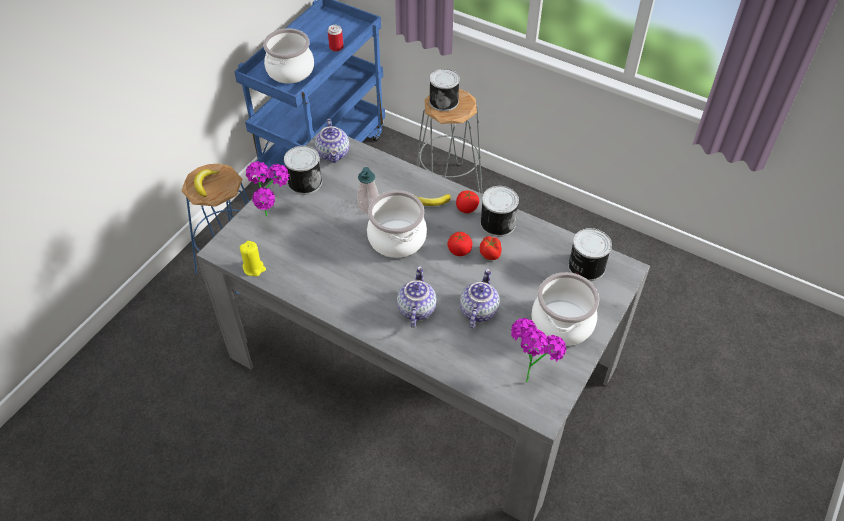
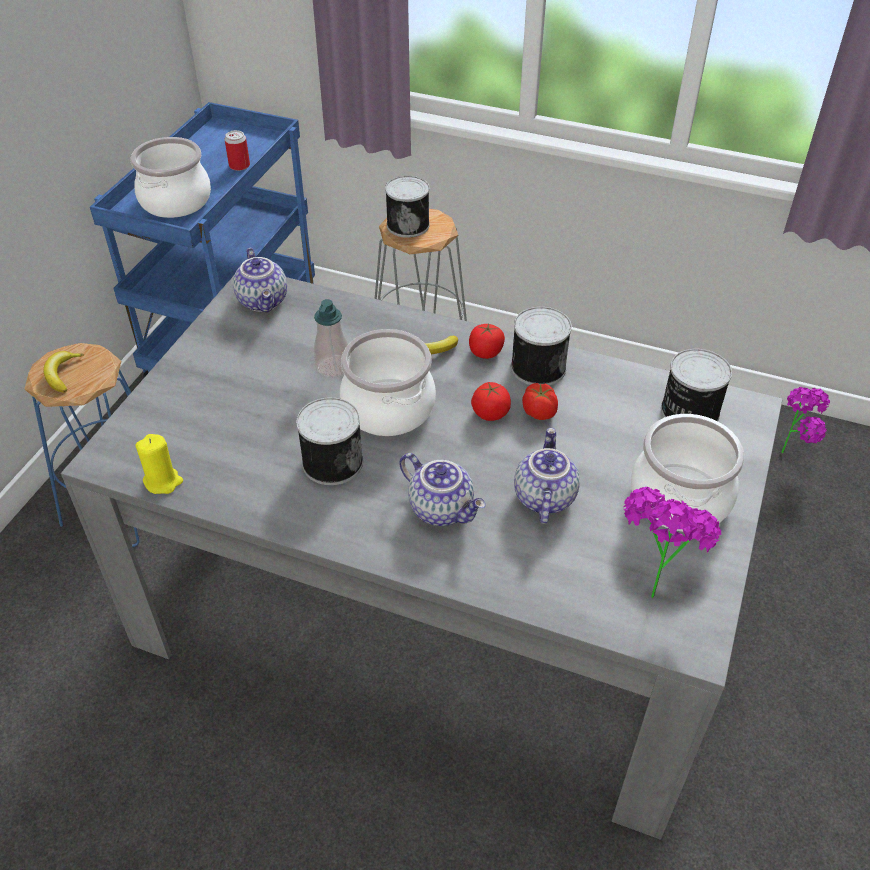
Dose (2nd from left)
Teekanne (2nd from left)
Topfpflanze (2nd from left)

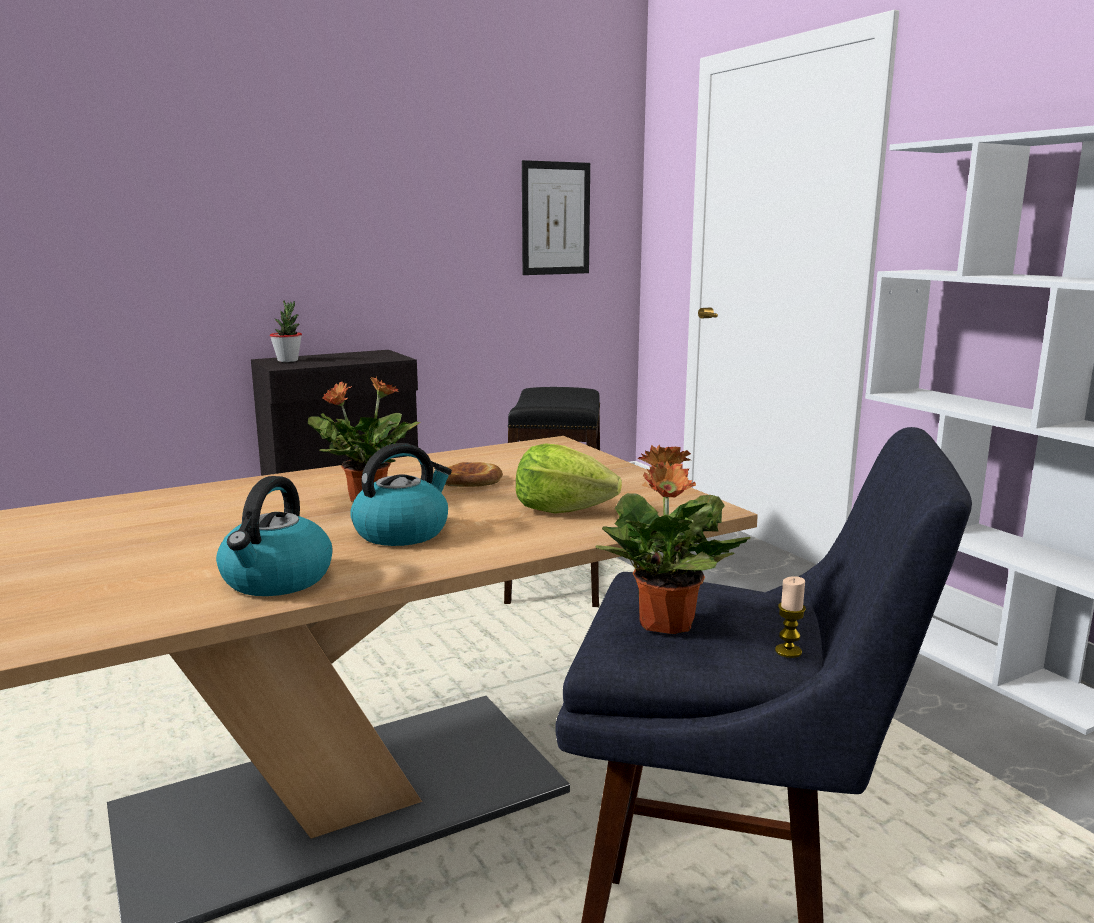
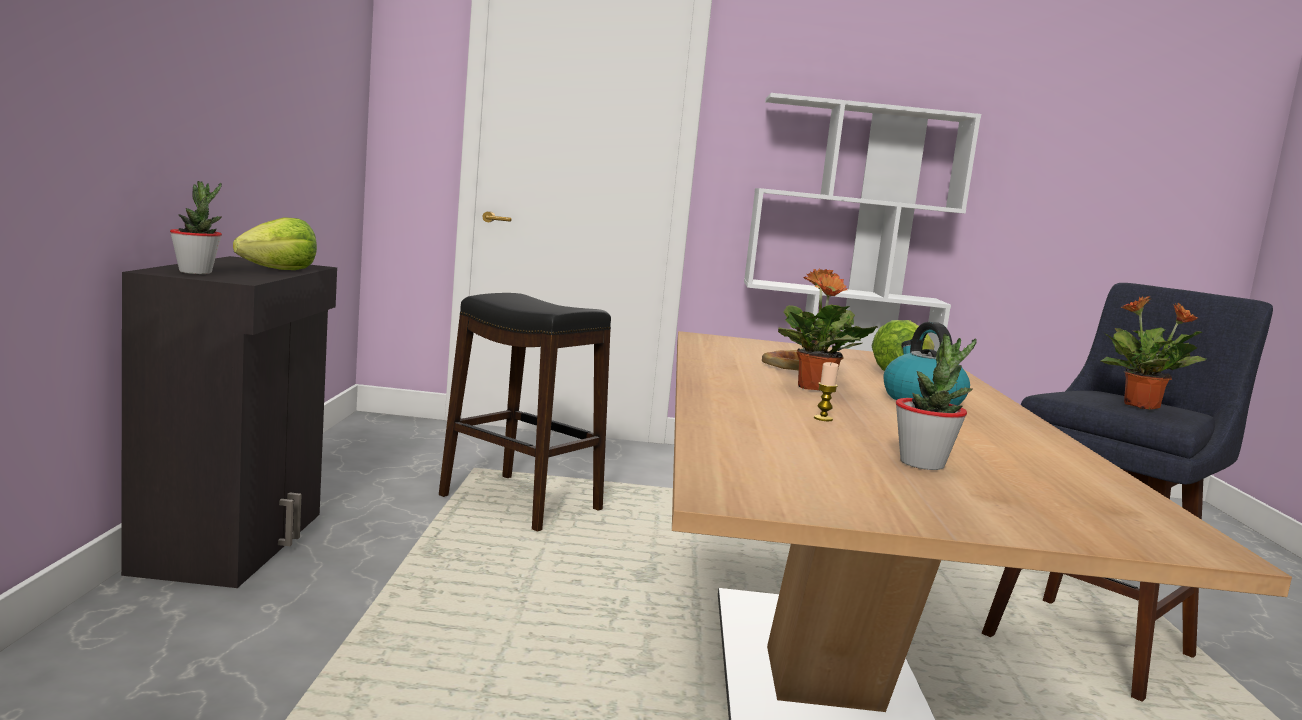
Salatkopf (1st from left)
Kerze
Topfpflanze (3rd from left)
Wasserkessel (1st from left in the first image)
Bild

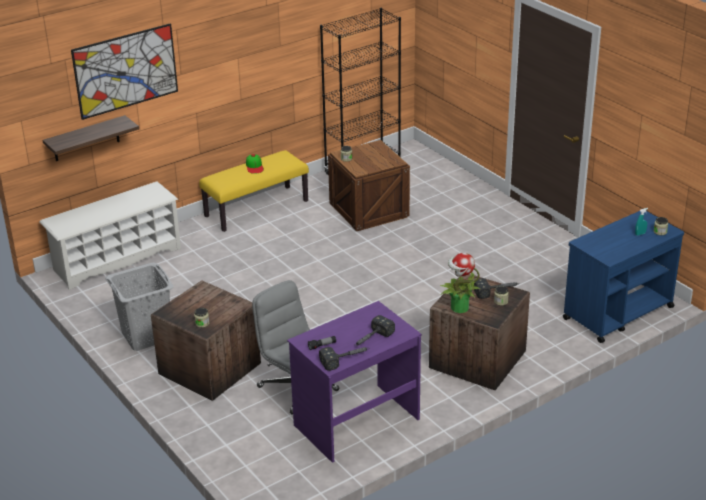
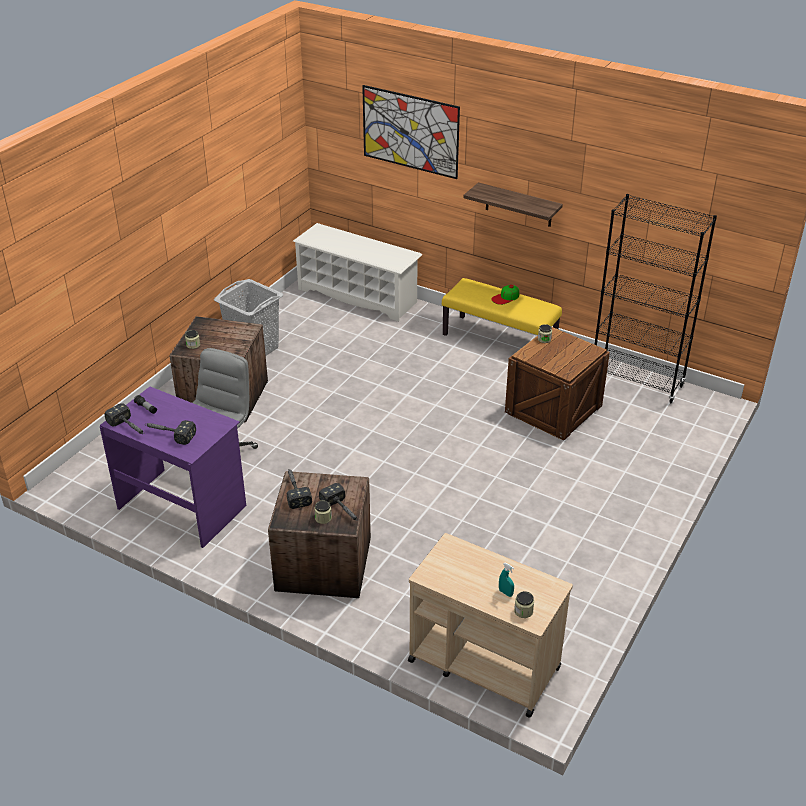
Hammer (3rd from left)
Rollwagen (beige)
Wandregal

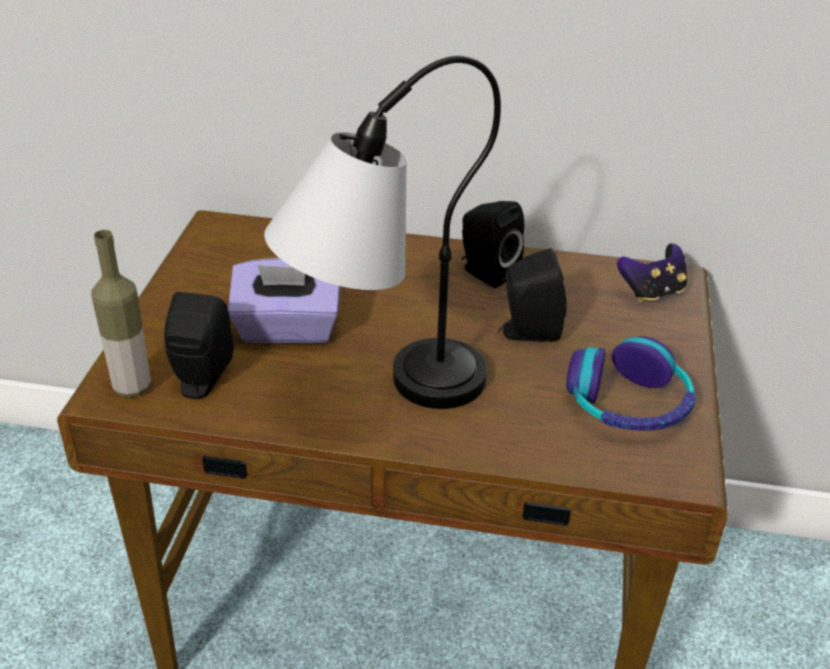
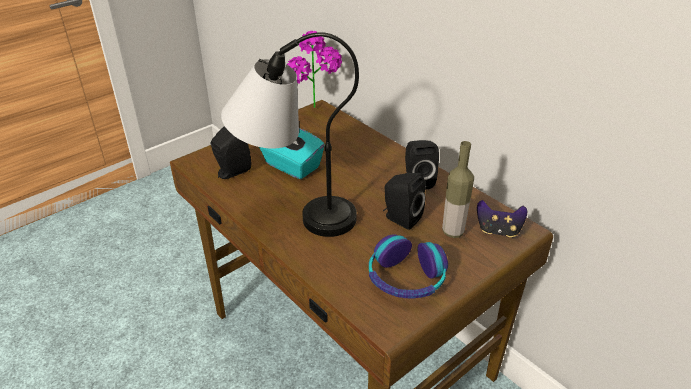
Taschentuchbox (türkis)
Topfpflanze
Flasche

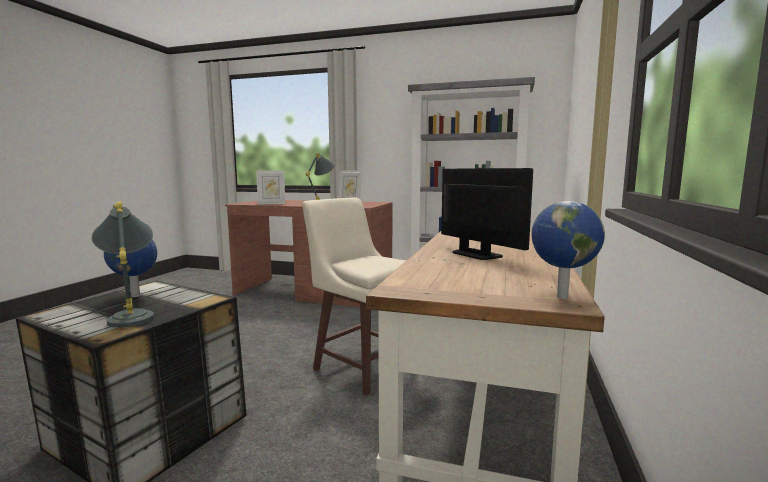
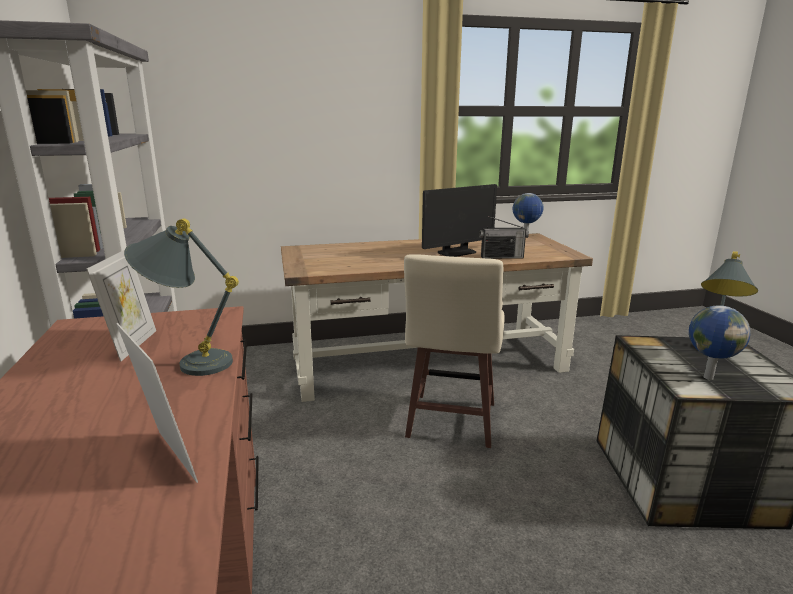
Monitor
Radio

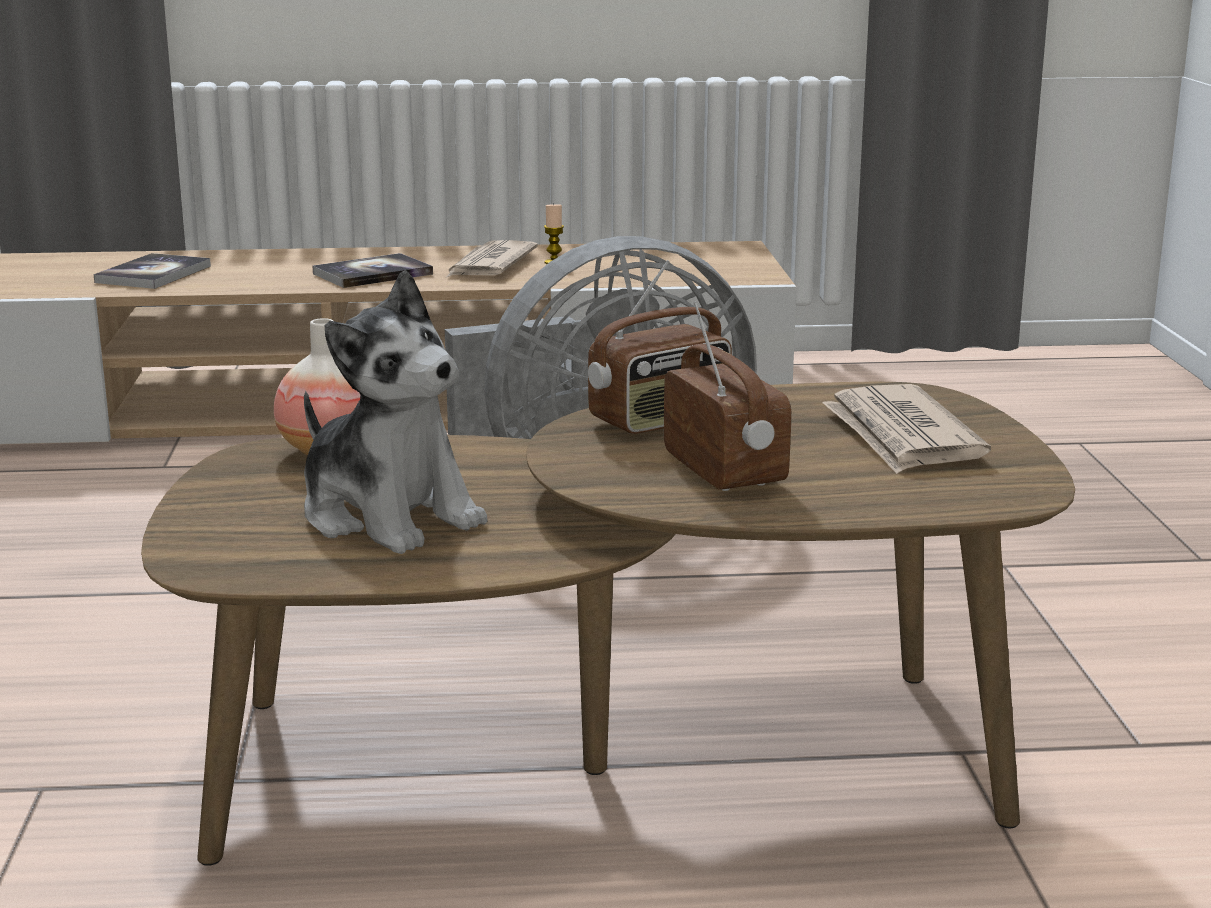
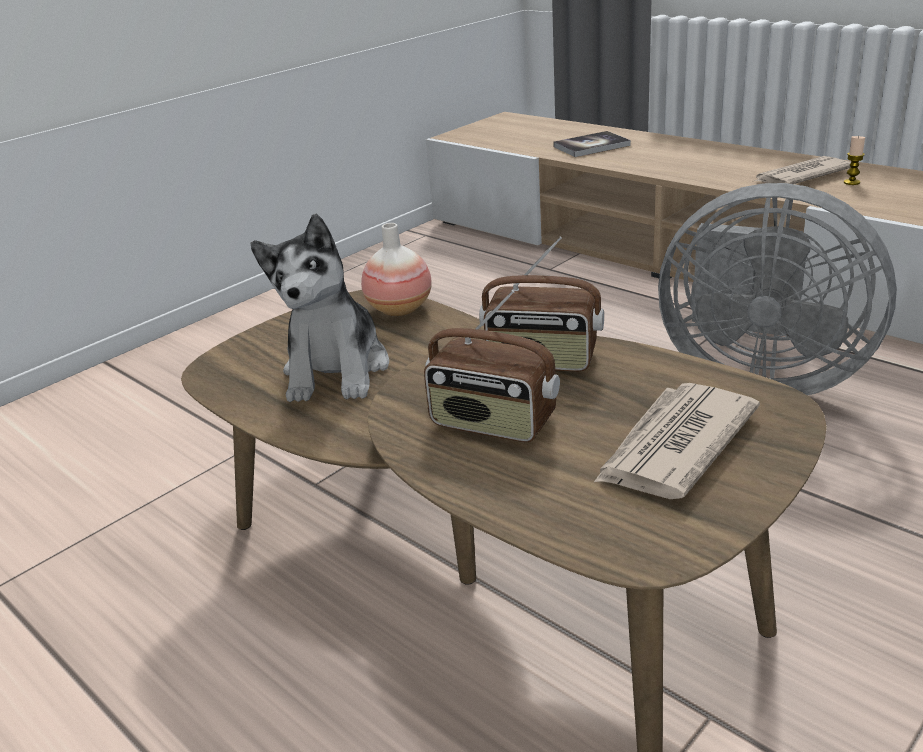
Radio (1st from left)
Buch (2nd from left in the first image)

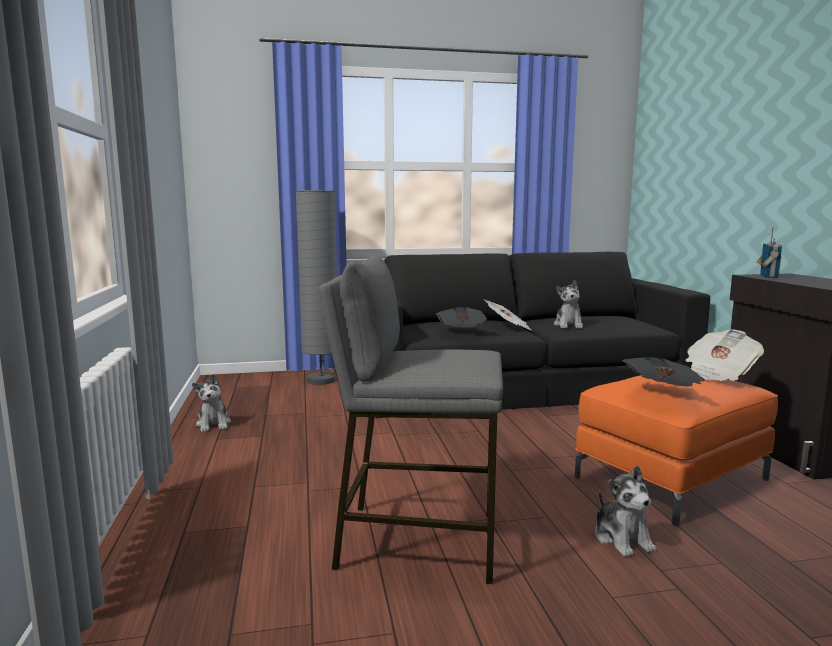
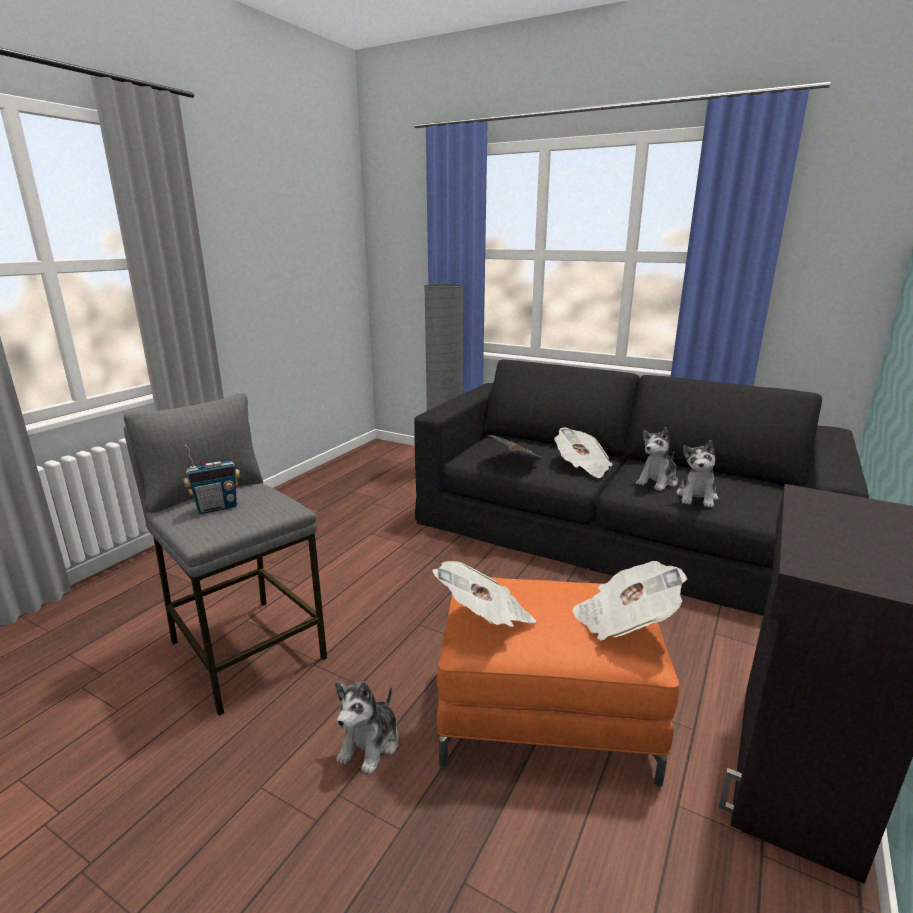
Radio
Plüschtier (3rd from left)

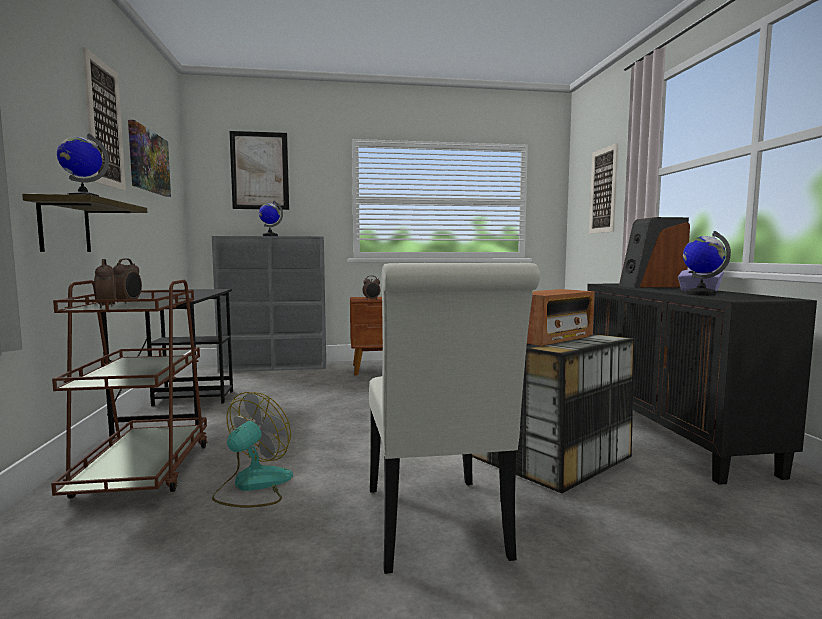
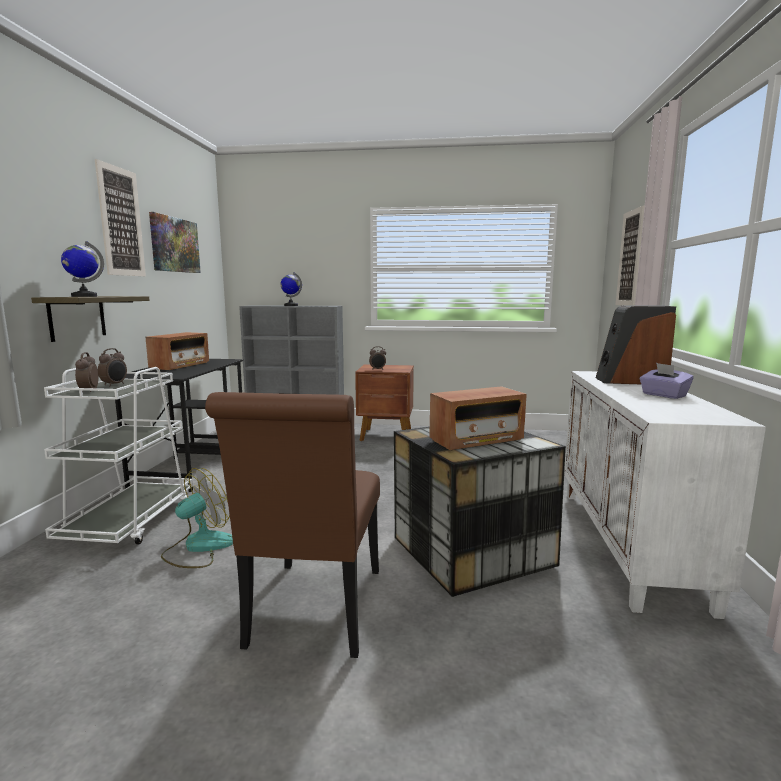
Rollwagen (weiß)
Radio (1st from left)
Stuhl (braun)
Schrank (weiß)
Bild (3rd from left in the first image)
Globus (3rd from left in the first image)

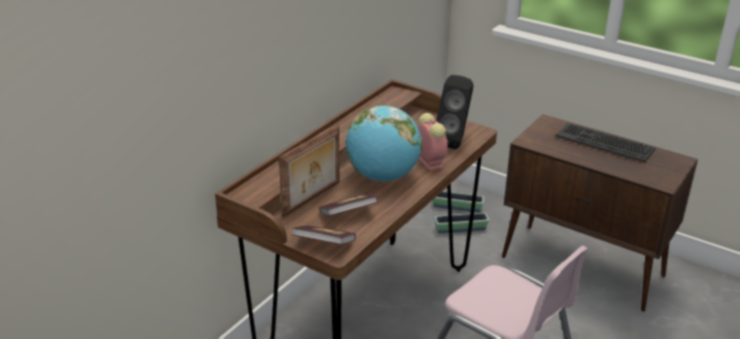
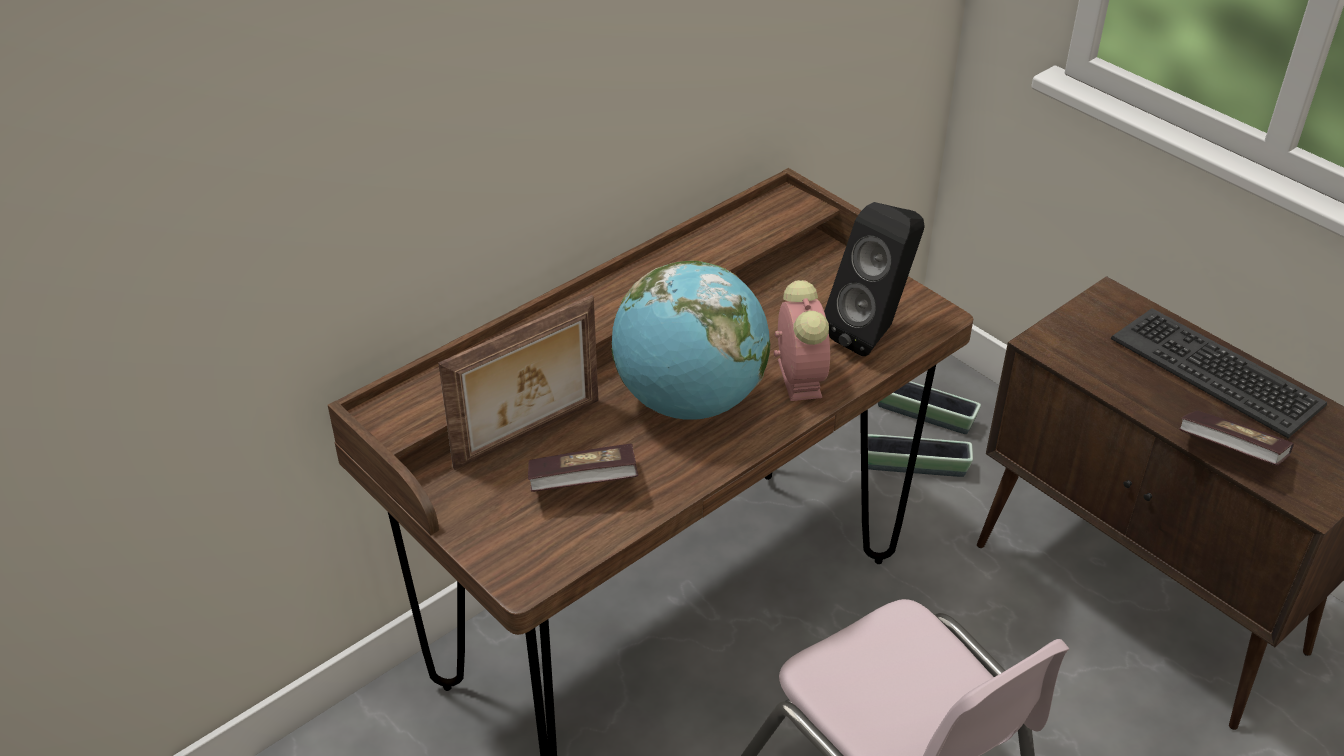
Buch (2nd from left)

